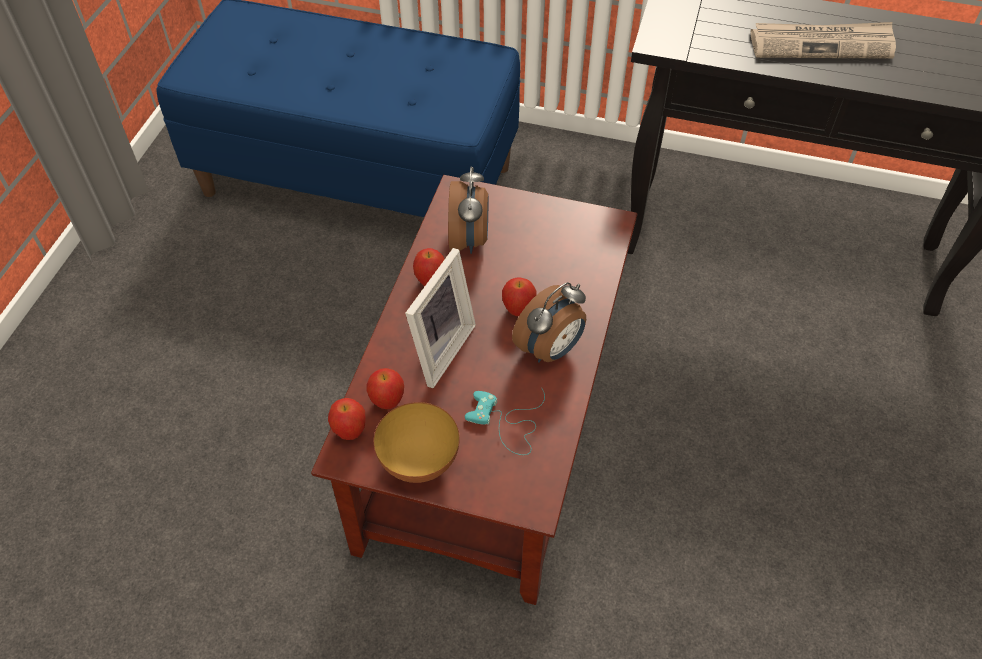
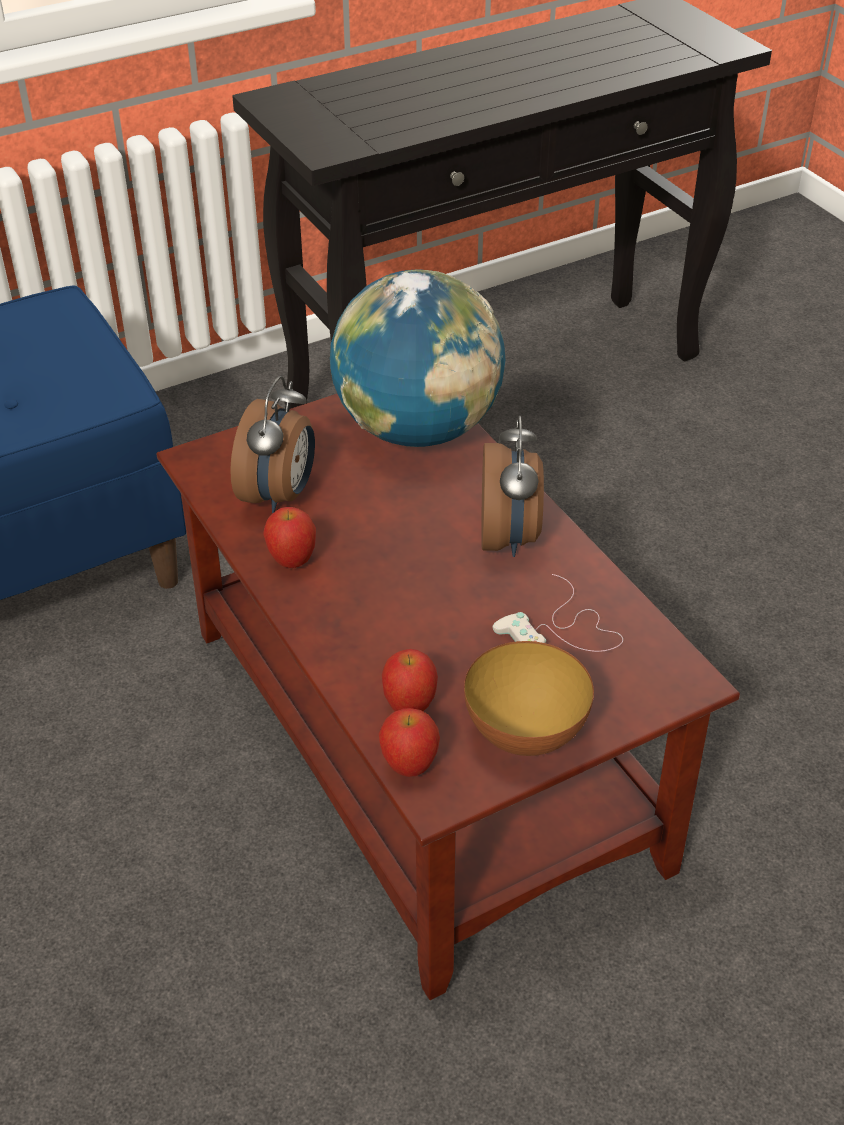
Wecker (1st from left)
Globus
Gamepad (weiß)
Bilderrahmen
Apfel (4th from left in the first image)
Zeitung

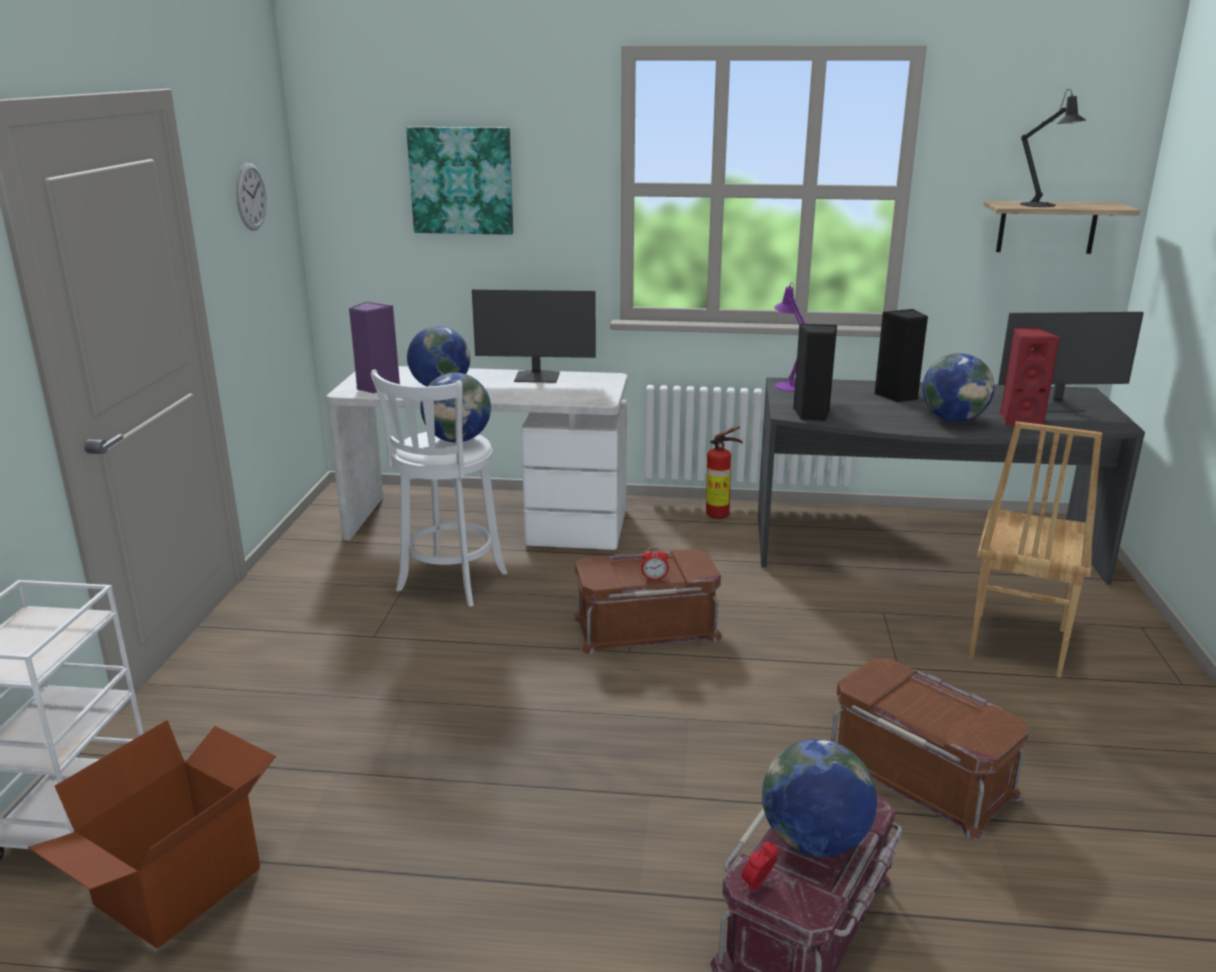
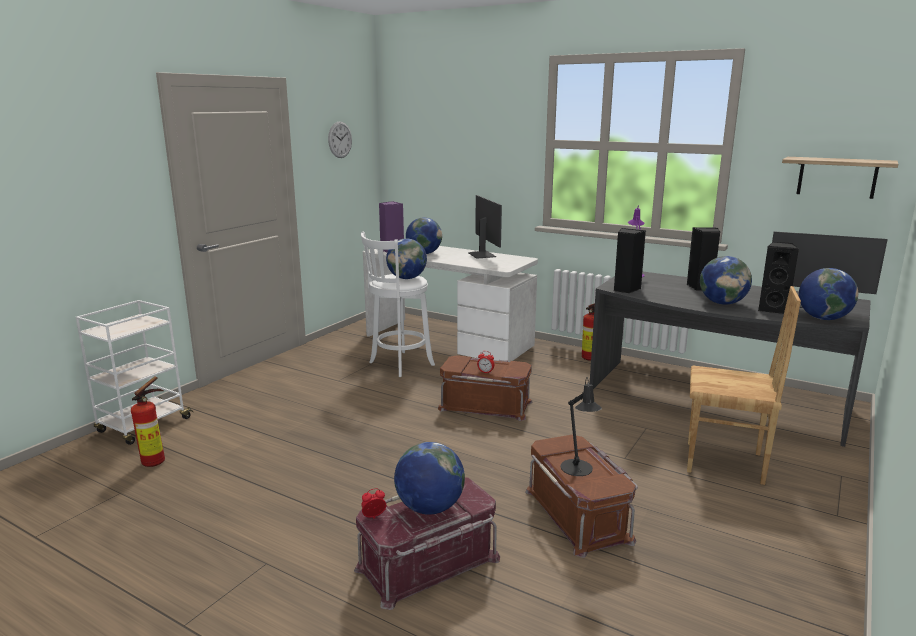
Feuerlöscher (1st from left)
Monitor (1st from left)
Tischlampe (schwarz)
Stuhl (braun)
Lautsprecher (schwarz) (3rd from left)
Globus (5th from left)
Bild

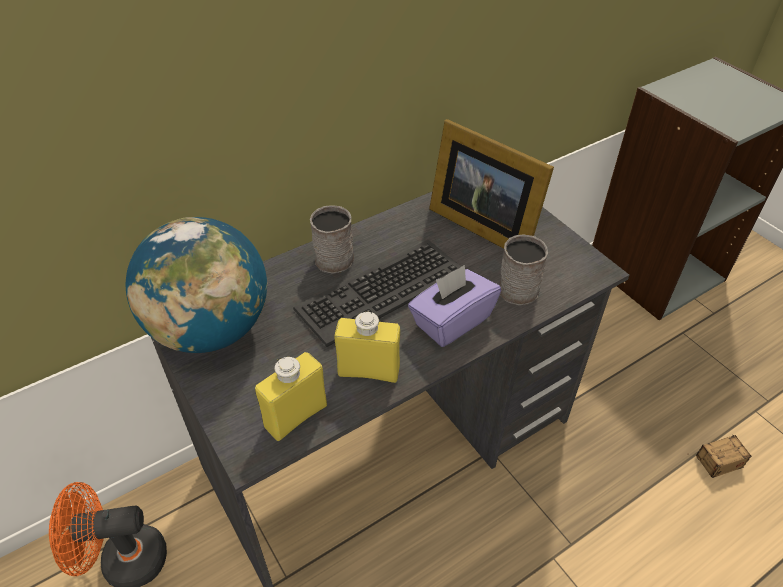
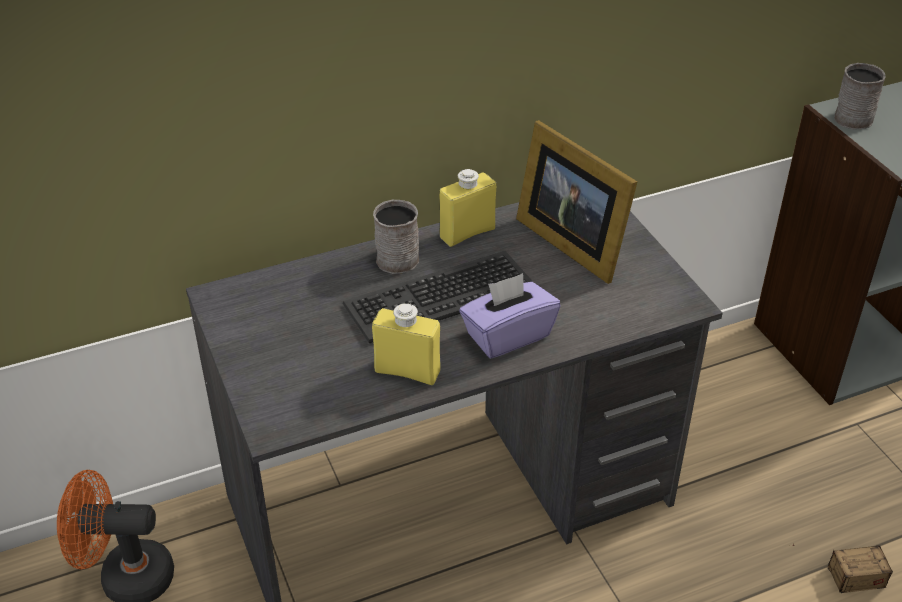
Flasche (gelb) (2nd from left)
Henkelbecher (grau) (2nd from left)
Globus

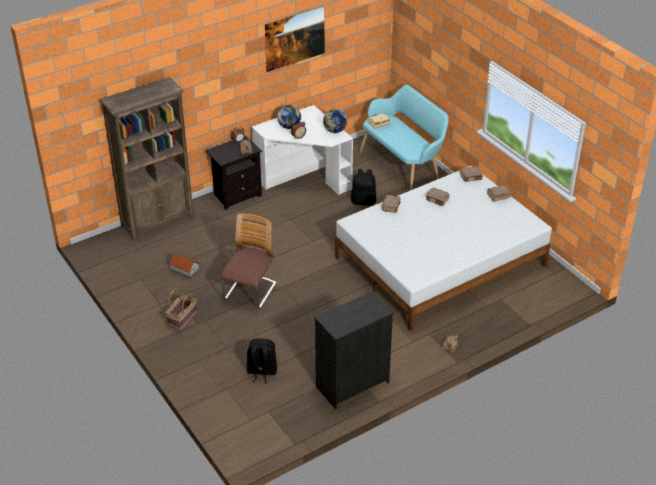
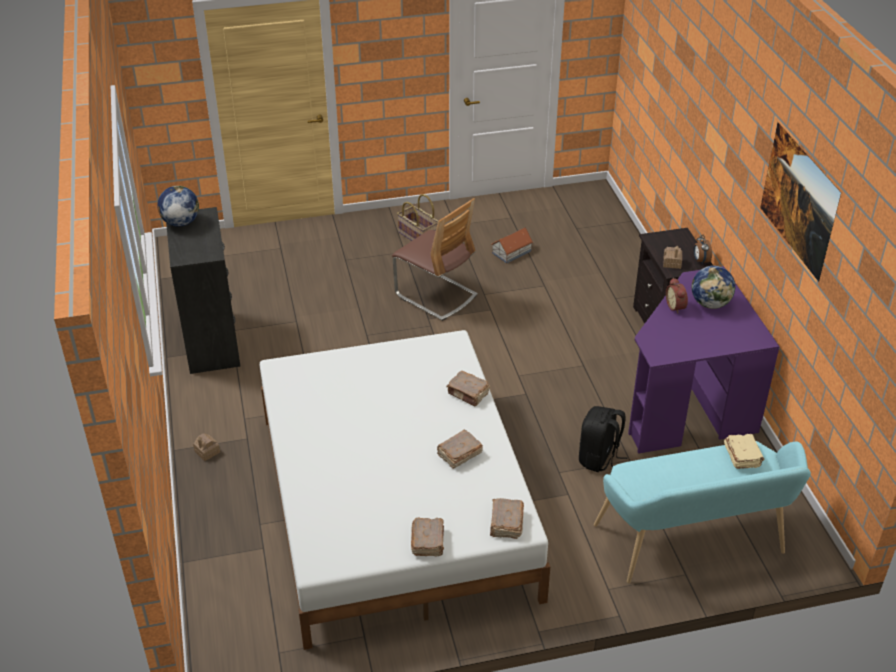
Globus (1st from left)
Schreibtisch (lila)
Bücherregal (braun)
Rucksack (schwarz) (1st from left in the first image)

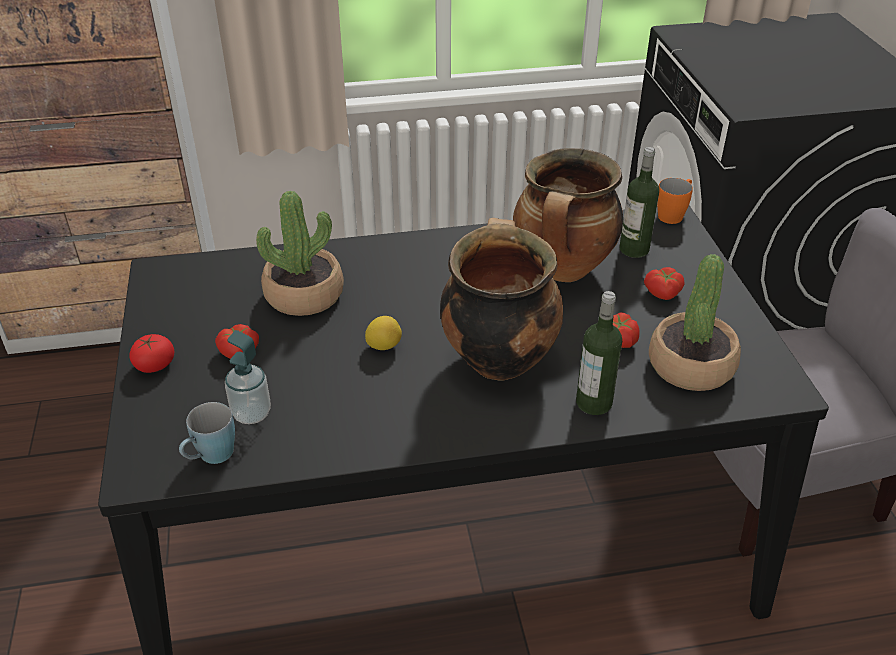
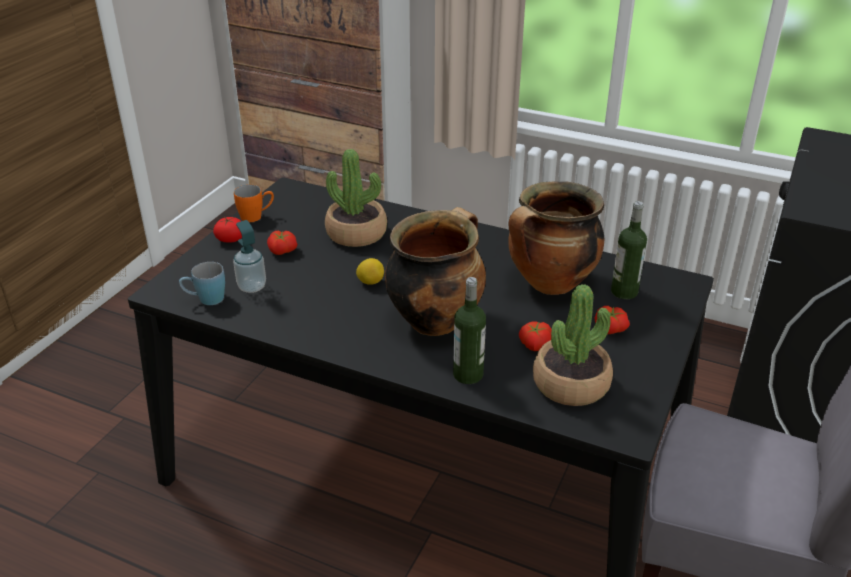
Henkelbecher (orange)

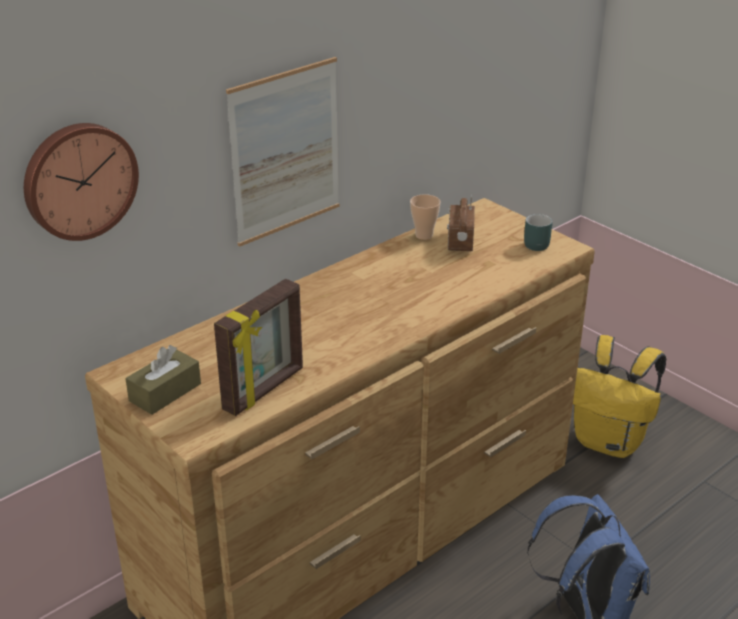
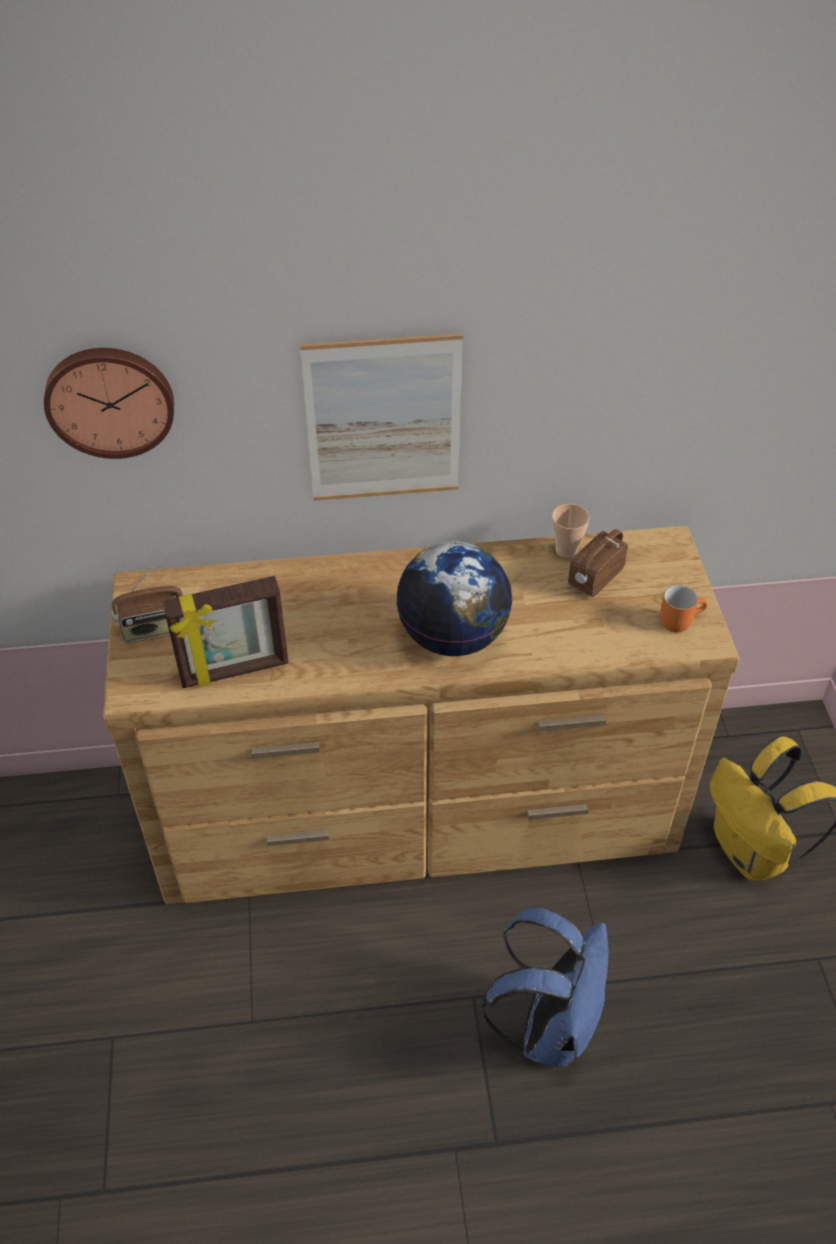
Radio (1st from left)
Globus
Henkelbecher (orange)

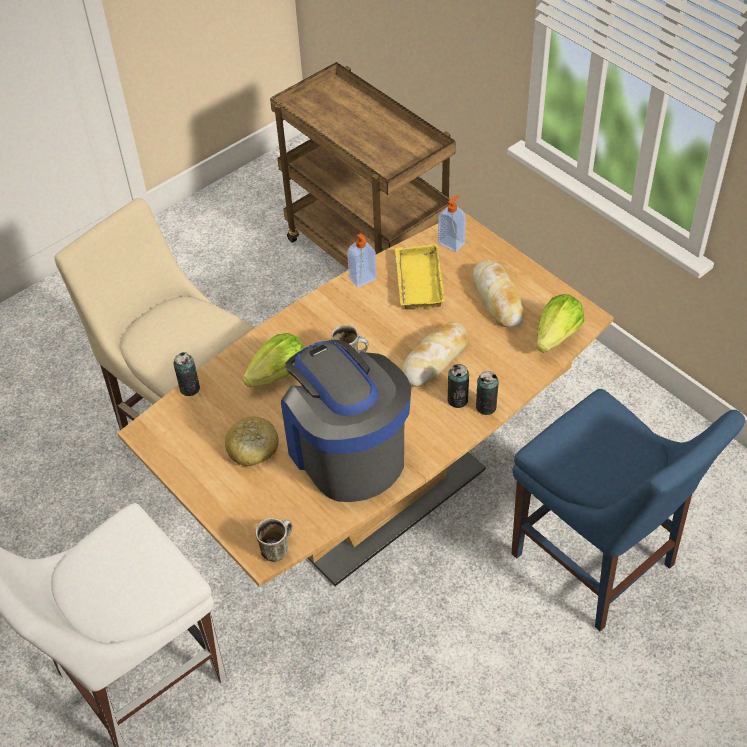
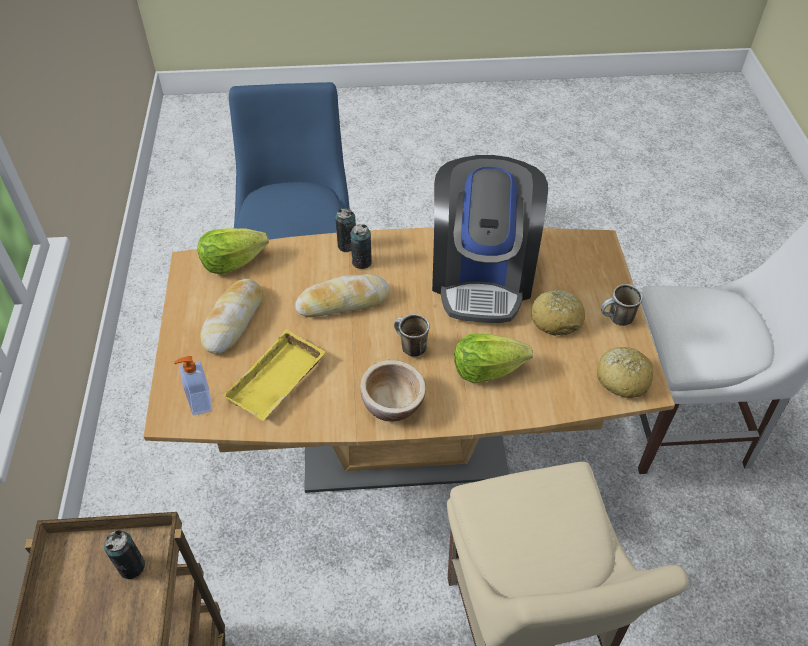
Dose (1st from left)
Schüssel
Brot (4th from left)
Henkelbecher (2nd from left)
Seifenspender (1st from left in the first image)

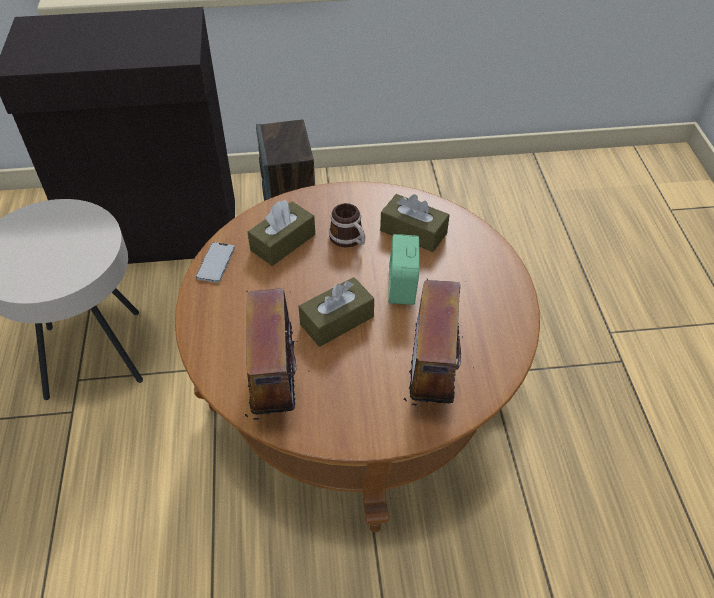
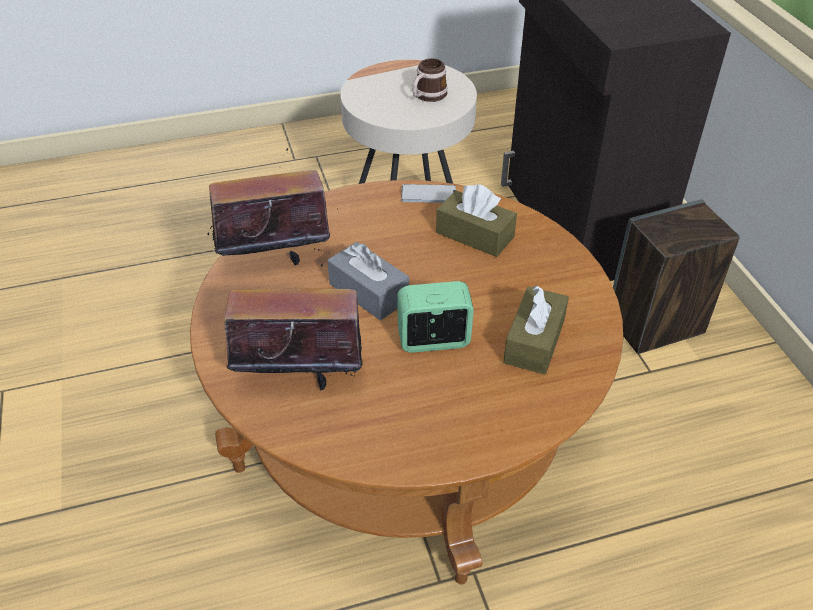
Taschentuchbox (grau)
Henkelbecher

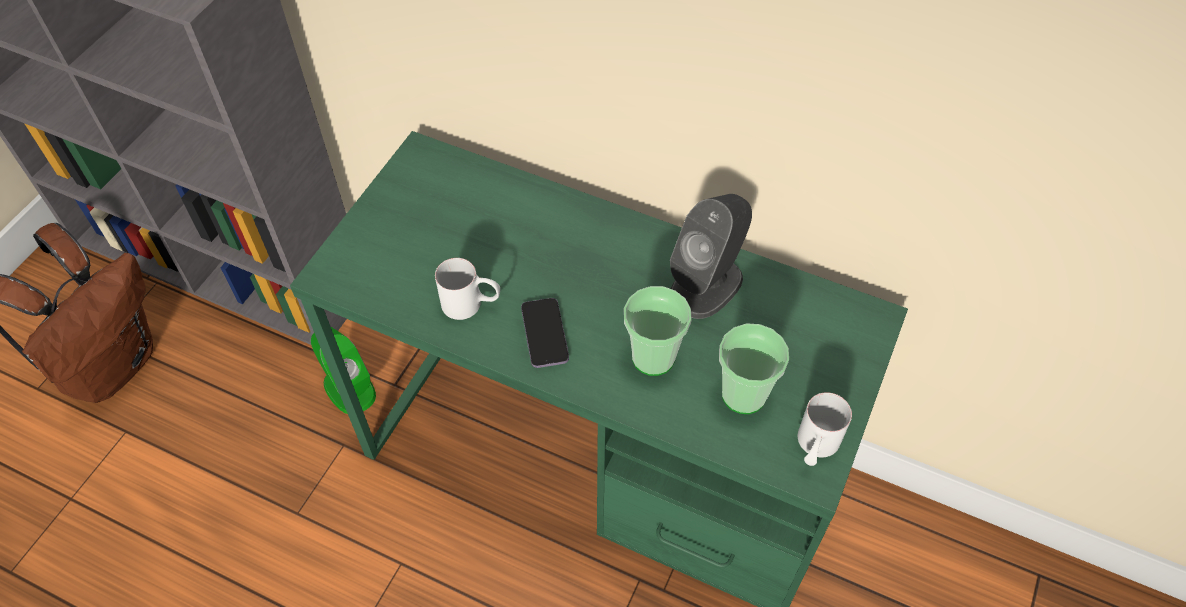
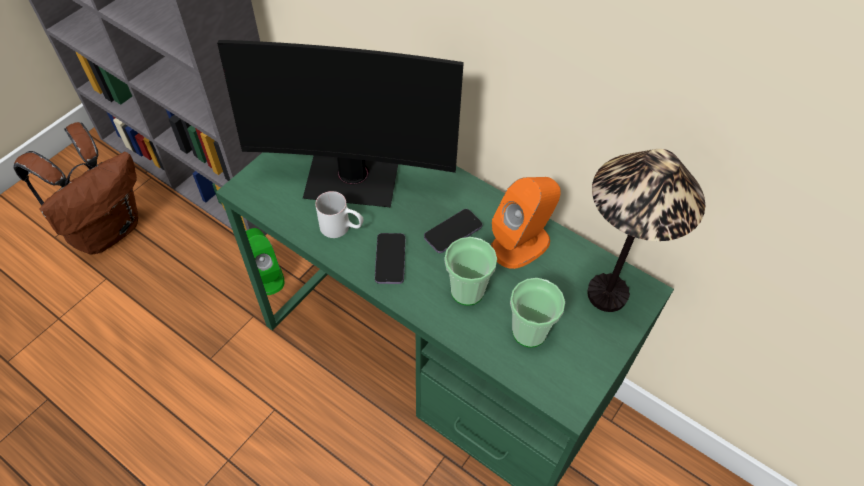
Monitor
Handy (2nd from left)
Lautsprecher (orange)
Tischlampe
Henkelbecher (weiß) (2nd from left in the first image)

